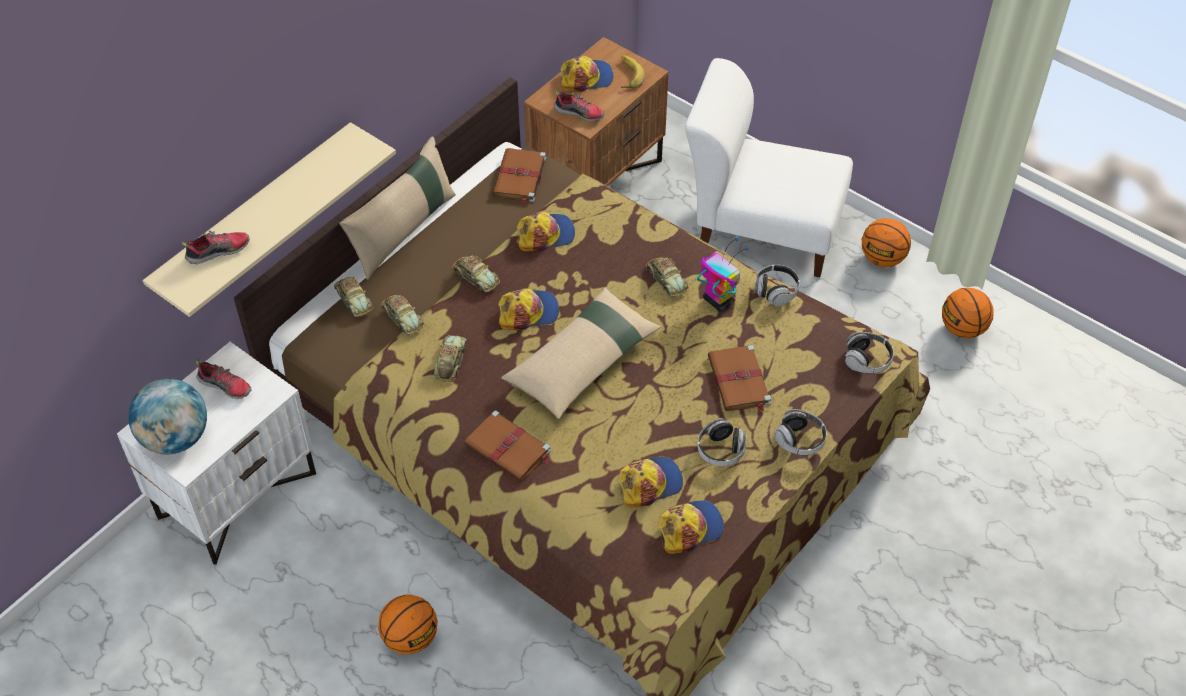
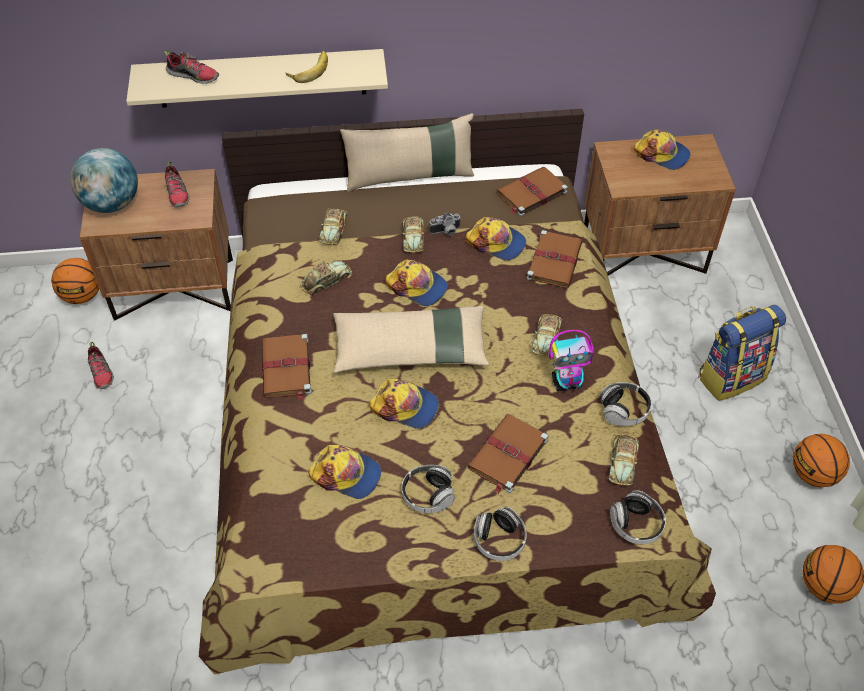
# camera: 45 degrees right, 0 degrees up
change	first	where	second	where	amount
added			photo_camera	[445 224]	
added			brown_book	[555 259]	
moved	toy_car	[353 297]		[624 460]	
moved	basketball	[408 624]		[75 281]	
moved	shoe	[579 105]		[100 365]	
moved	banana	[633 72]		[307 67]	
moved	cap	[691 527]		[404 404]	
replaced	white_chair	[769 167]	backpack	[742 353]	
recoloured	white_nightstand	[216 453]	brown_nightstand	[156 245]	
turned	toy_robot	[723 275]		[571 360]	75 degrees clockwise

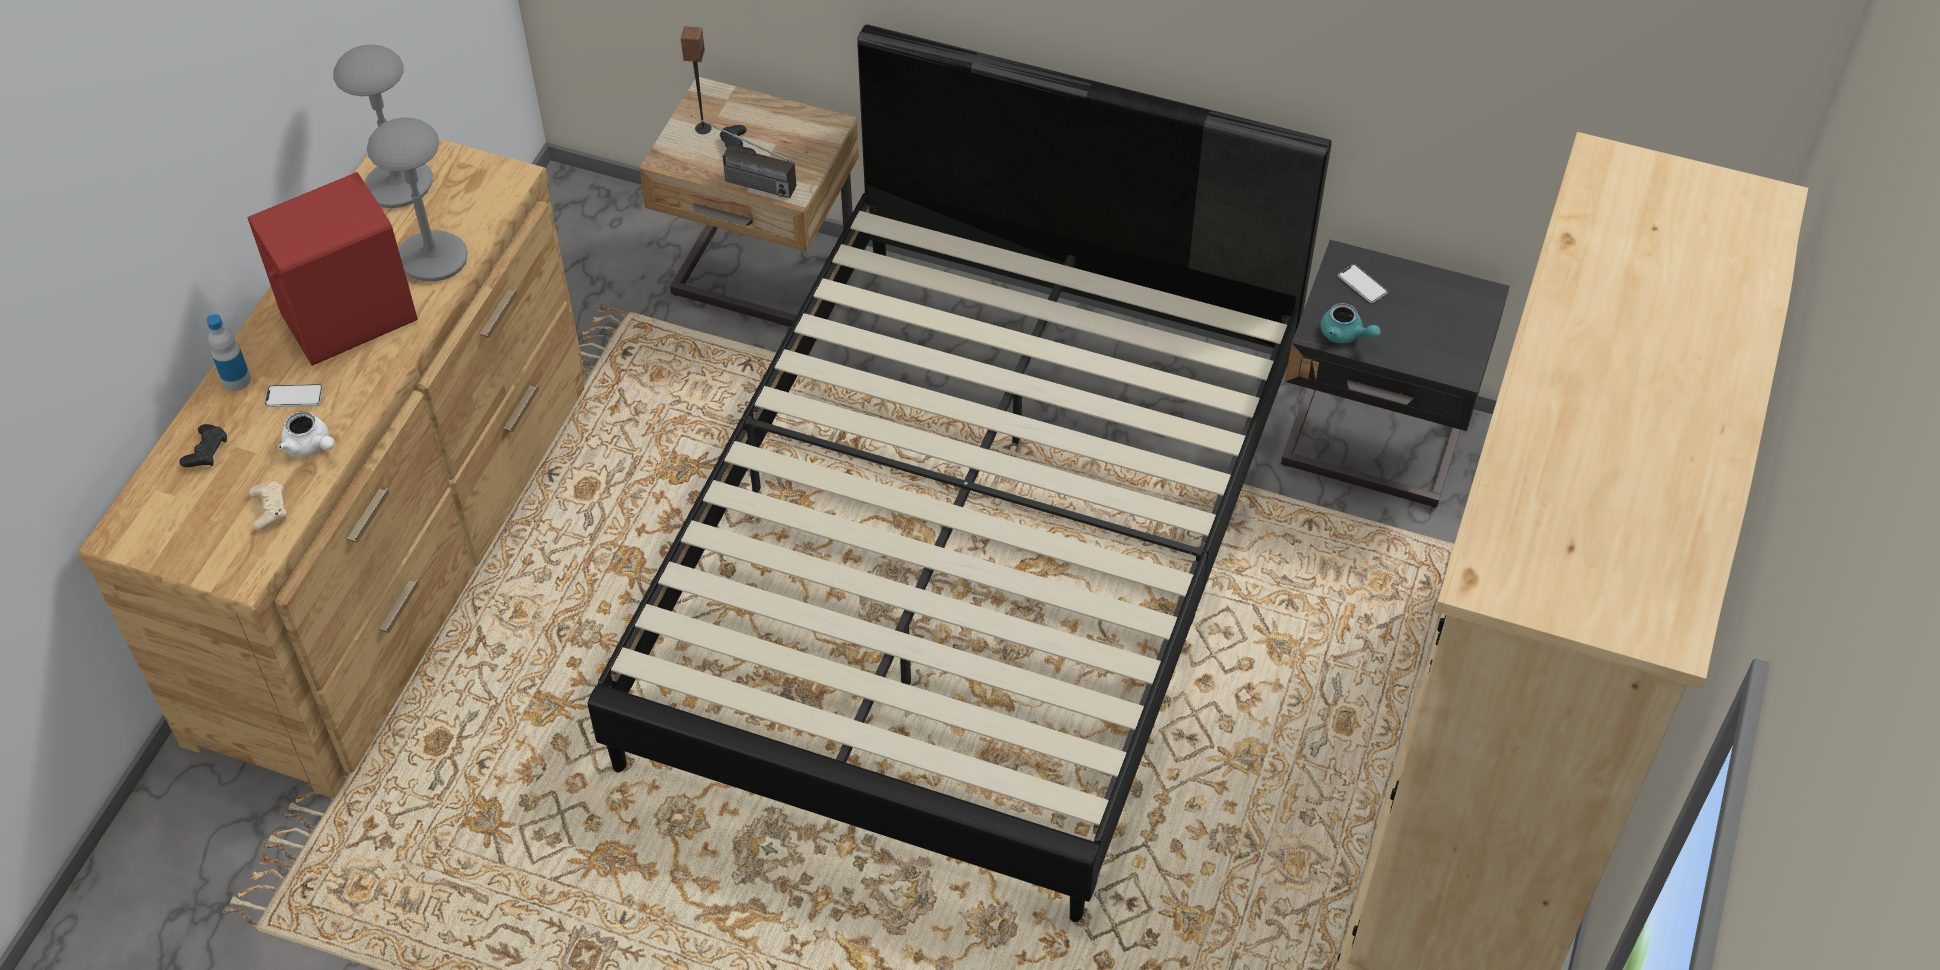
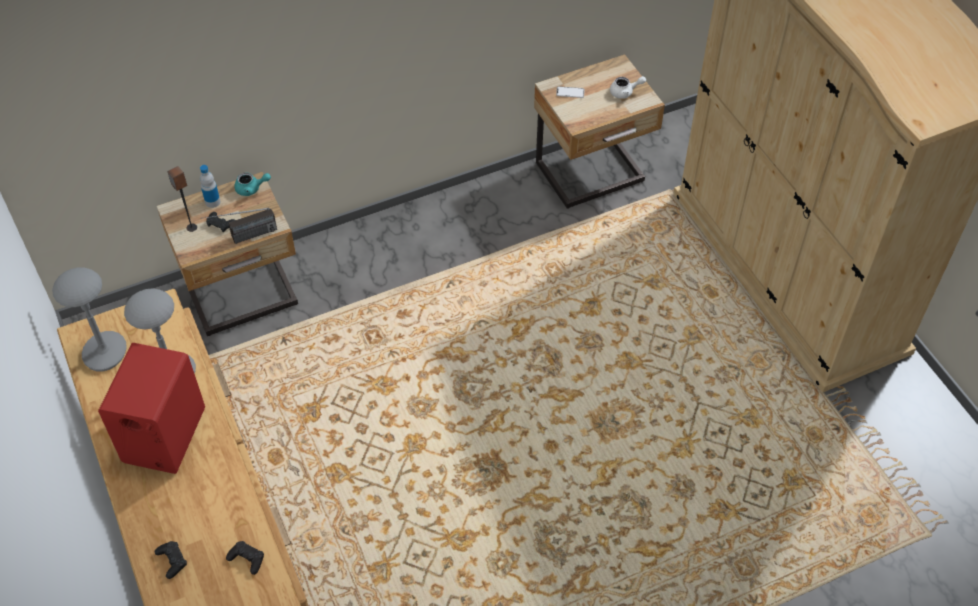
# camera: 45 degrees left, 0 degrees up
change	first	where	second	where	amount
removed	phone	[294 395]			
removed	black_bed	[960 473]			
moved	bottle	[229 352]		[210 186]	
moved	white_teapot	[306 433]		[628 87]	
moved	turquoise_teapot	[1350 323]		[252 184]	
recoloured	beige_game_controller	[268 506]	black_game_controller	[245 558]	
recoloured	black_nightstand	[1395 374]	beige_nightstand	[599 131]	

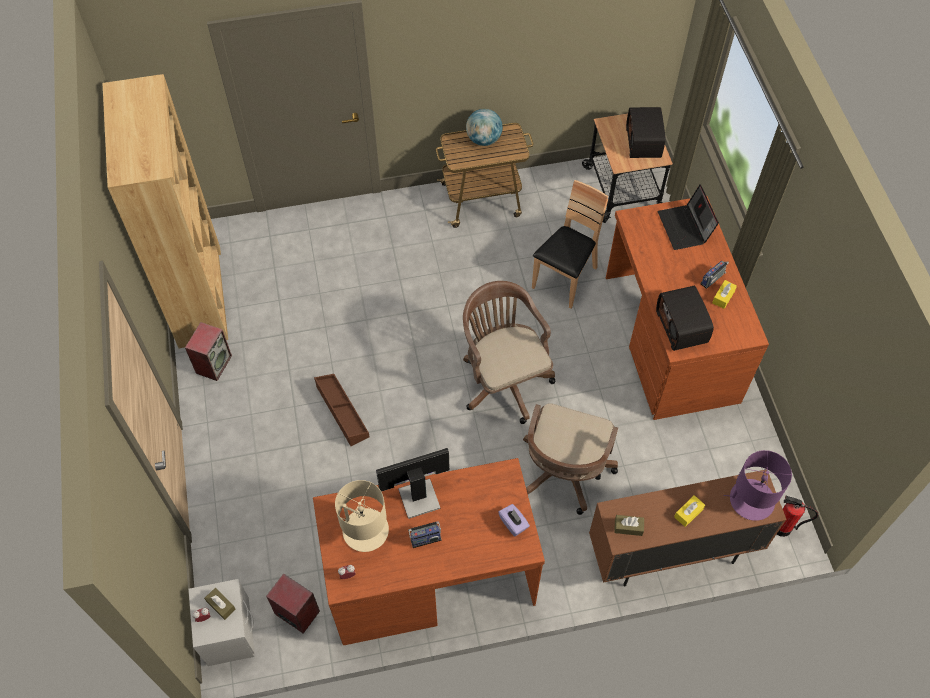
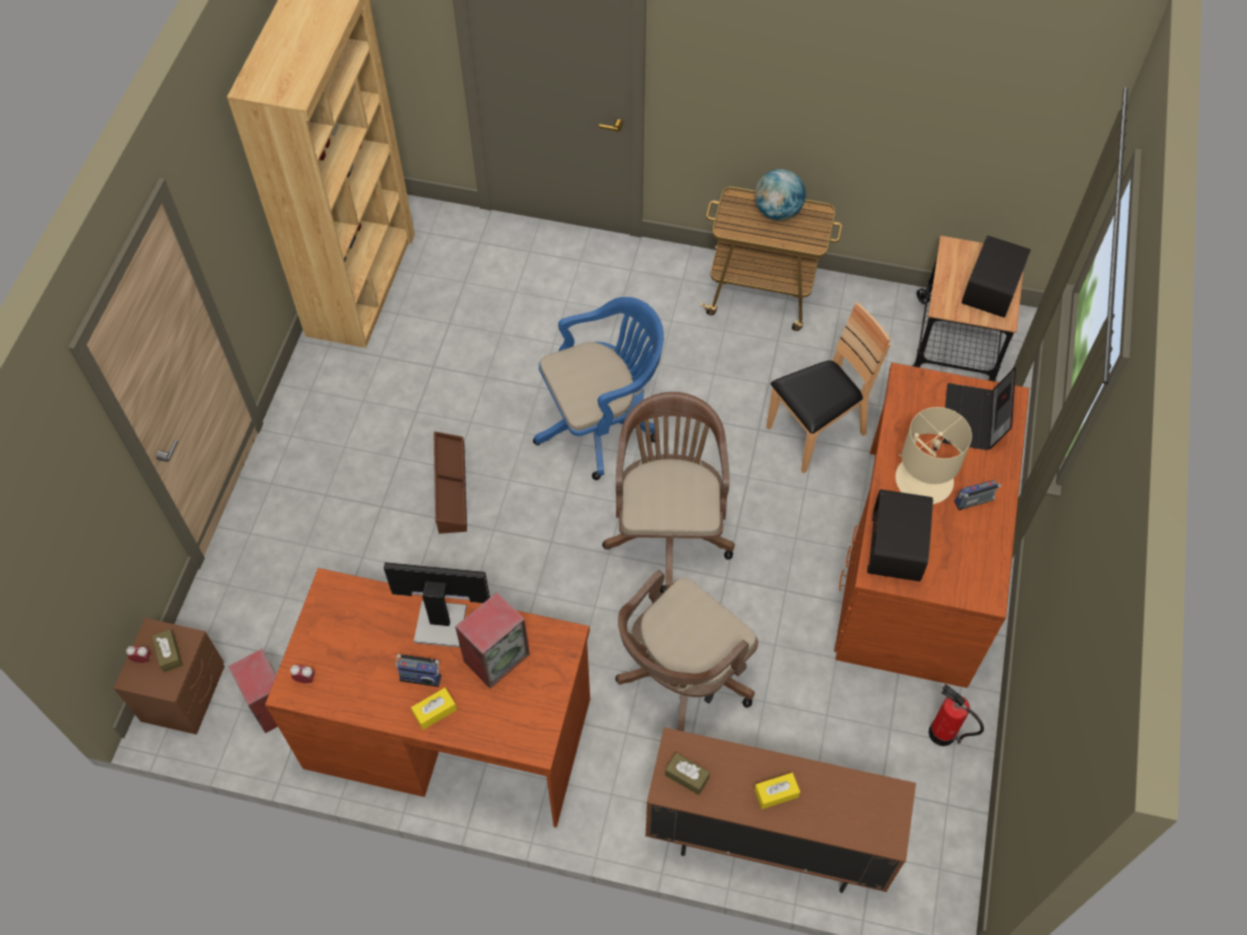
# camera: 25 degrees right, 0 degrees up
change	first	where	second	where	amount
removed	purple_tissue_box	[514 520]			
removed	purple_table_lamp	[758 485]			
added			blue_office_chair	[598 388]	
moved	speaker	[208 351]		[492 640]	
moved	beige_table_lamp	[362 516]		[933 455]	
moved	yellow_tissue_box	[724 294]		[434 709]	
moved	fire_extinguisher	[797 516]		[956 715]	
recoloured	grey_nightstand	[222 622]	brown_nightstand	[169 676]	

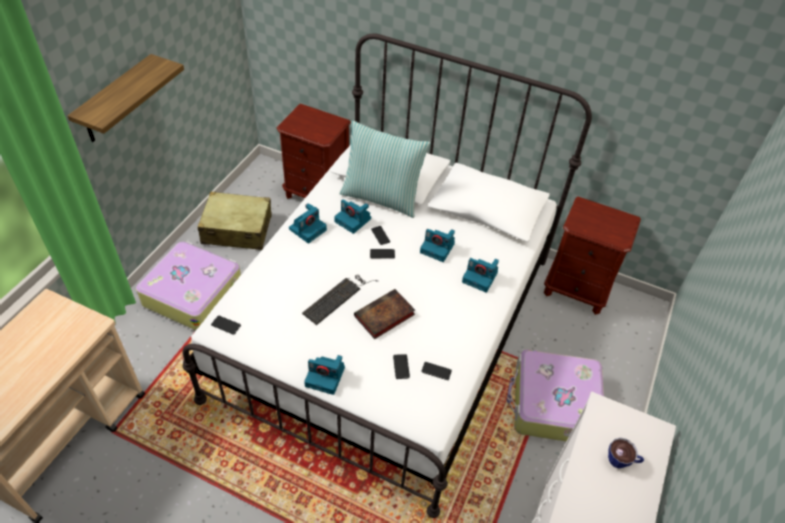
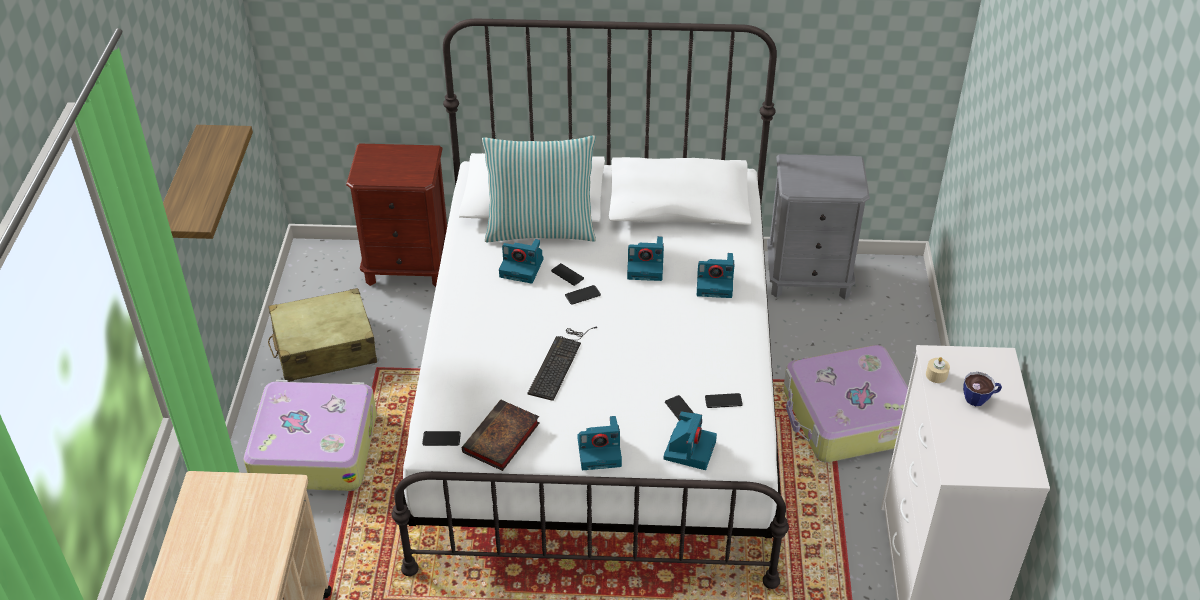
# camera: 20 degrees left, 5 degrees down
change	first	where	second	where	amount
added			beige_candle	[938 370]	
moved	photo_camera	[308 223]		[690 440]	
moved	book	[384 314]		[501 435]	
recoloured	brown_nightstand	[592 256]	grey_nightstand	[818 226]	

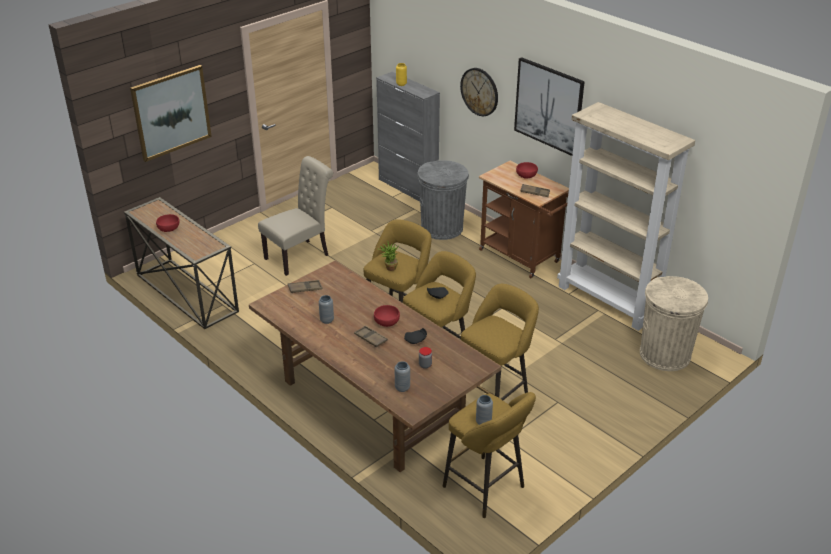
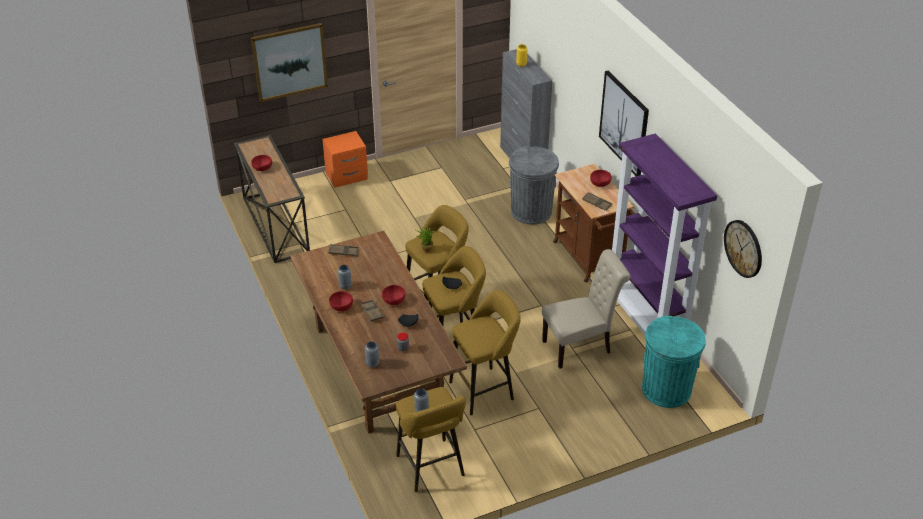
# camera: 20 degrees right, 5 degrees up
change	first	where	second	where	amount
added			orange_nightstand	[345 159]	
added			red_bowl	[341 301]	
moved	beige_chair	[295 216]		[586 309]	
moved	wall_clock	[479 92]		[743 249]	
recoloured	beige_bookcase	[626 216]	purple_bookcase	[664 234]	
recoloured	beige_trash_can	[674 323]	turquoise_trash_can	[674 362]	

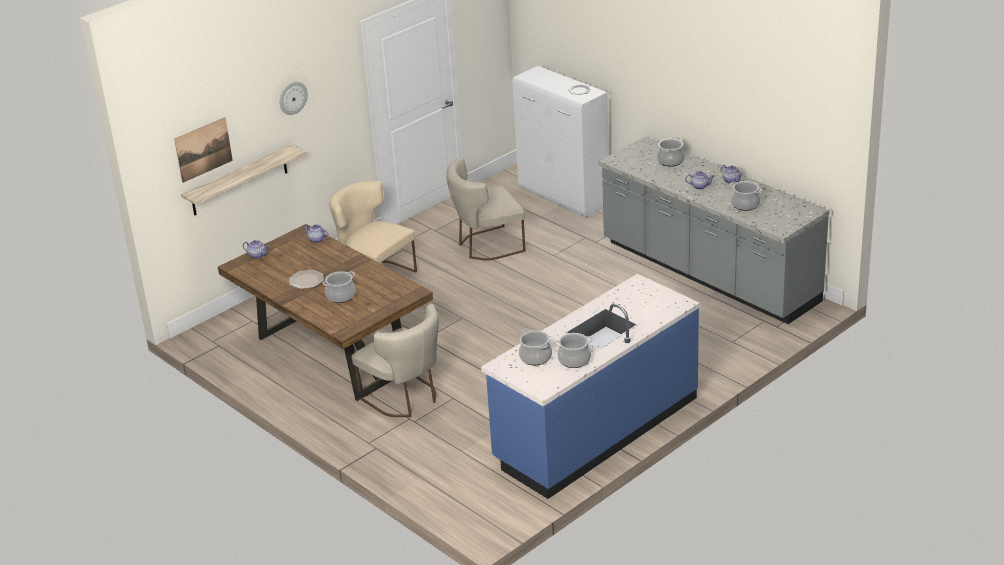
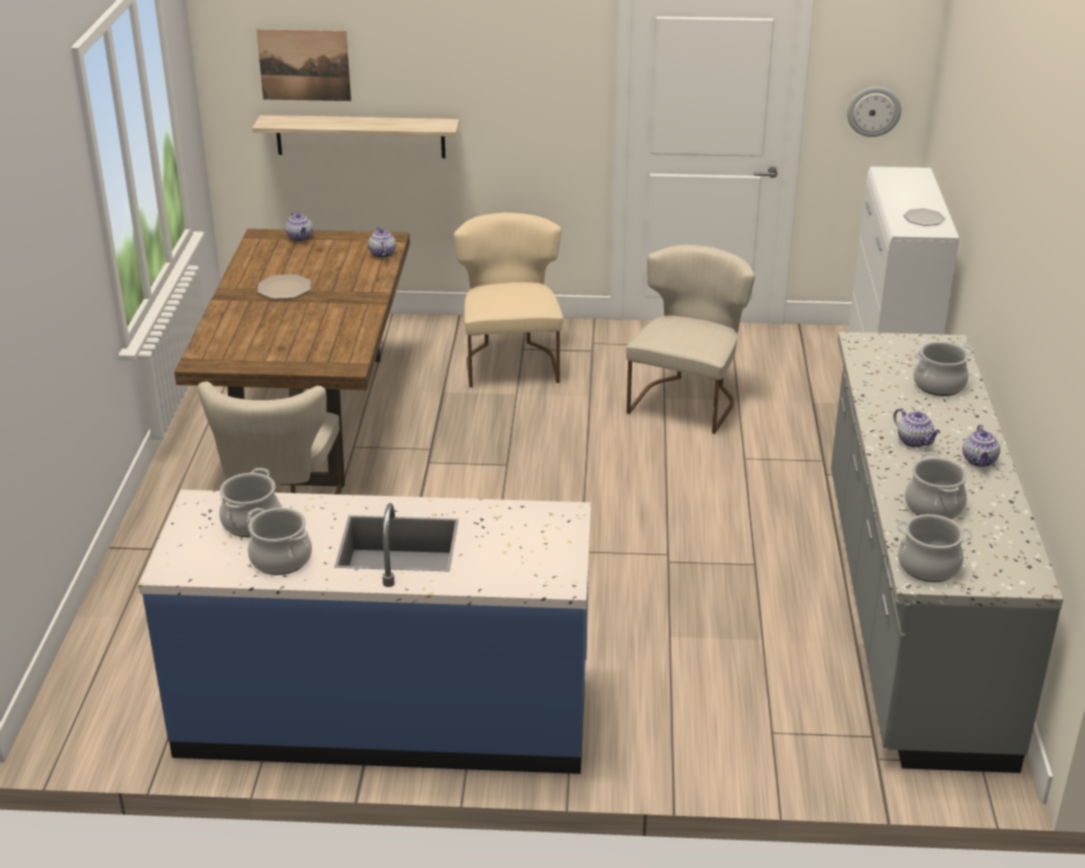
# camera: 45 degrees right, 0 degrees up
change	first	where	second	where	amount
moved	wall_clock	[294 98]		[874 112]	
moved	cooking_pot	[339 287]		[935 548]	
turned	beige_chair	[486 209]		[690 339]	90 degrees clockwise

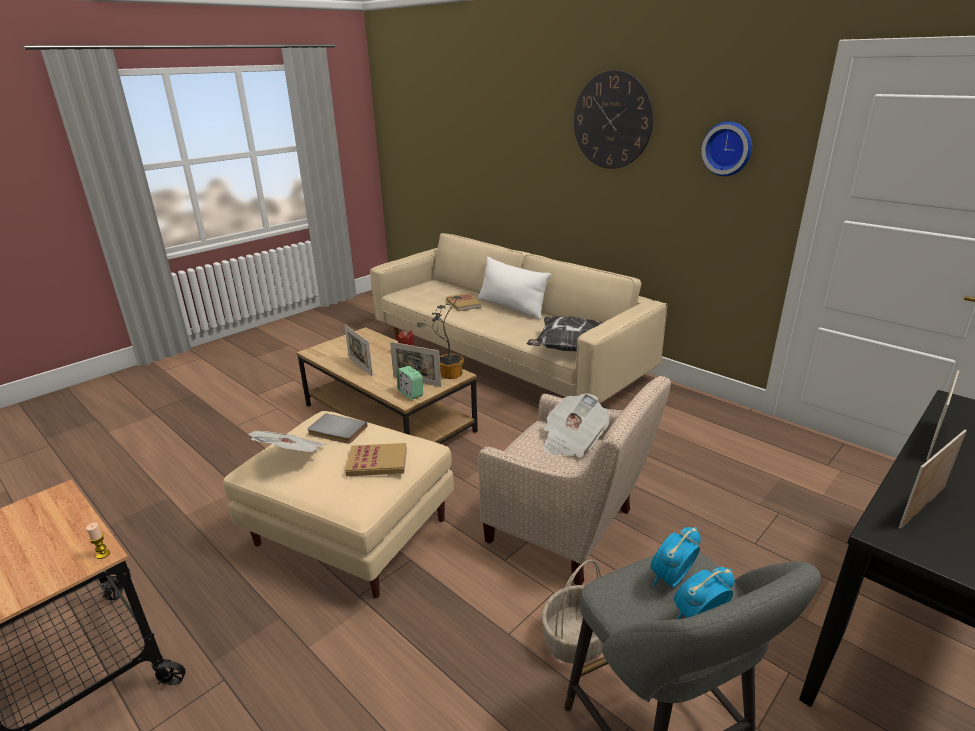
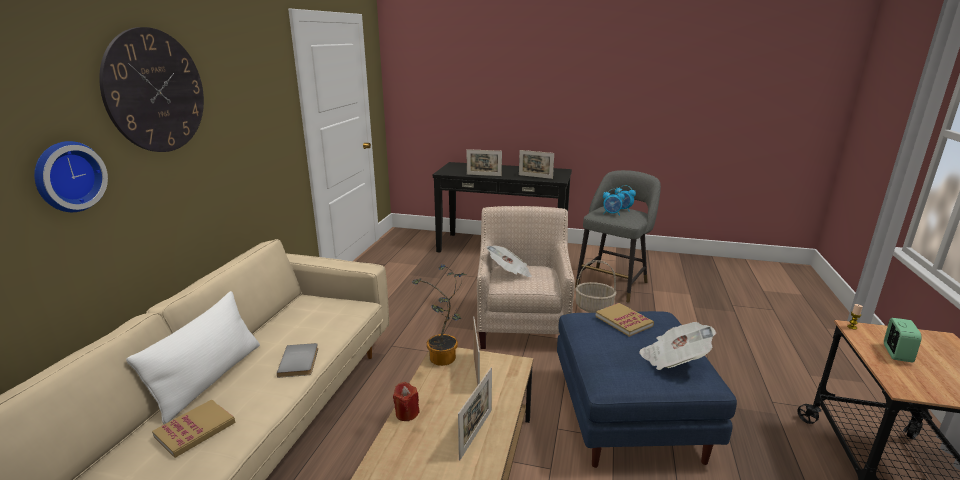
# camera: 120 degrees left, 5 degrees down
change	first	where	second	where	amount
removed	pillow	[565 333]			
moved	grey_book	[337 428]		[297 360]	
moved	alarm_clock	[410 383]		[903 340]	
moved	wall_clock	[726 148]		[71 176]	
recoloured	beige_ottoman	[338 504]	blue_ottoman	[647 389]	

